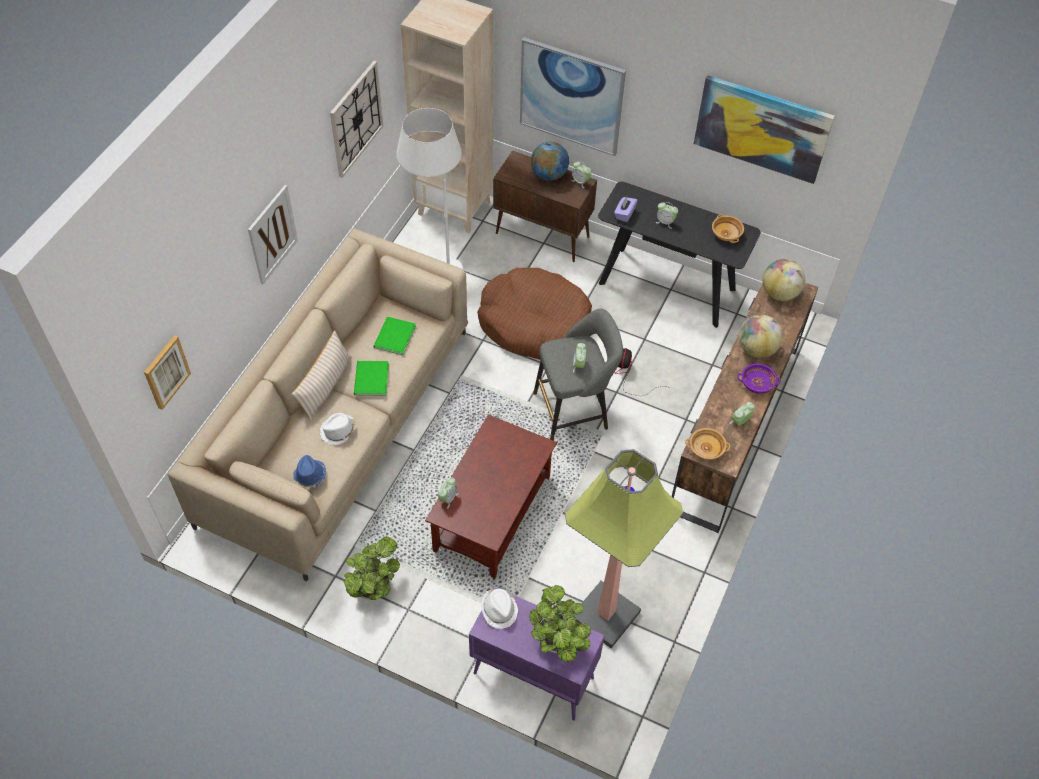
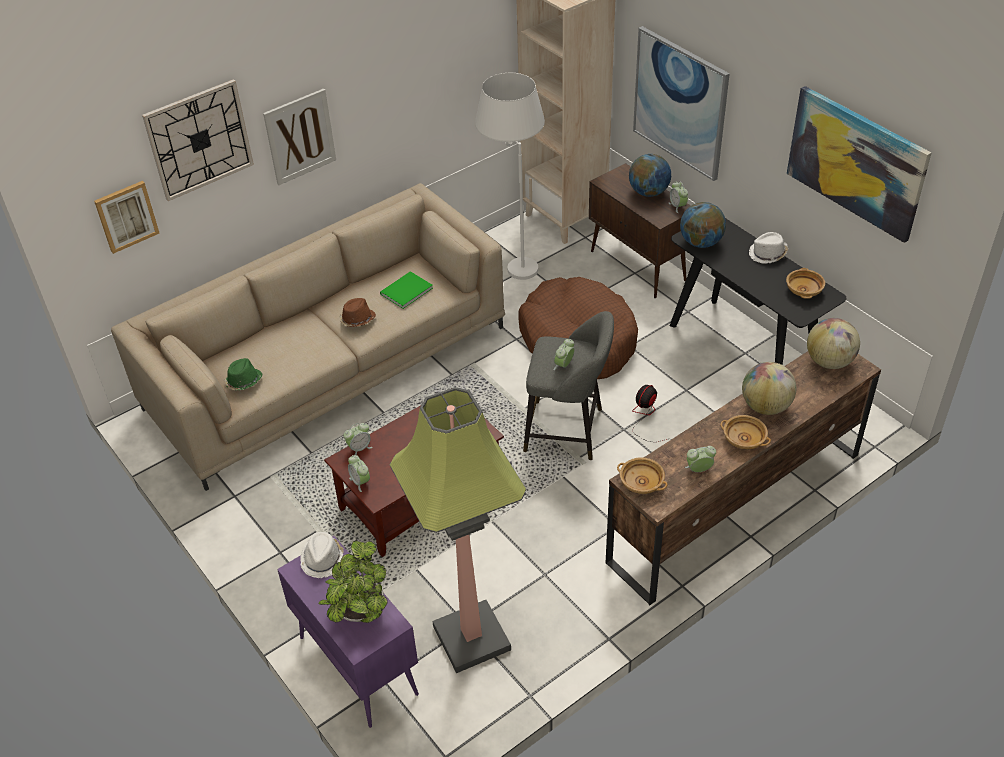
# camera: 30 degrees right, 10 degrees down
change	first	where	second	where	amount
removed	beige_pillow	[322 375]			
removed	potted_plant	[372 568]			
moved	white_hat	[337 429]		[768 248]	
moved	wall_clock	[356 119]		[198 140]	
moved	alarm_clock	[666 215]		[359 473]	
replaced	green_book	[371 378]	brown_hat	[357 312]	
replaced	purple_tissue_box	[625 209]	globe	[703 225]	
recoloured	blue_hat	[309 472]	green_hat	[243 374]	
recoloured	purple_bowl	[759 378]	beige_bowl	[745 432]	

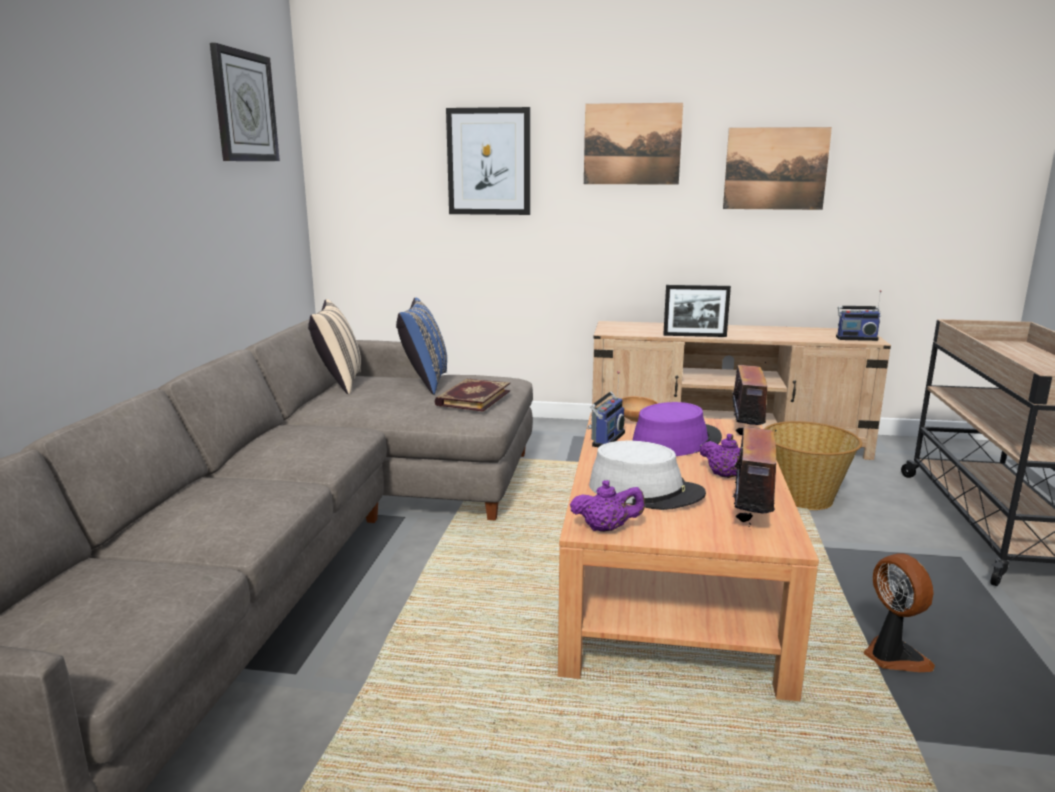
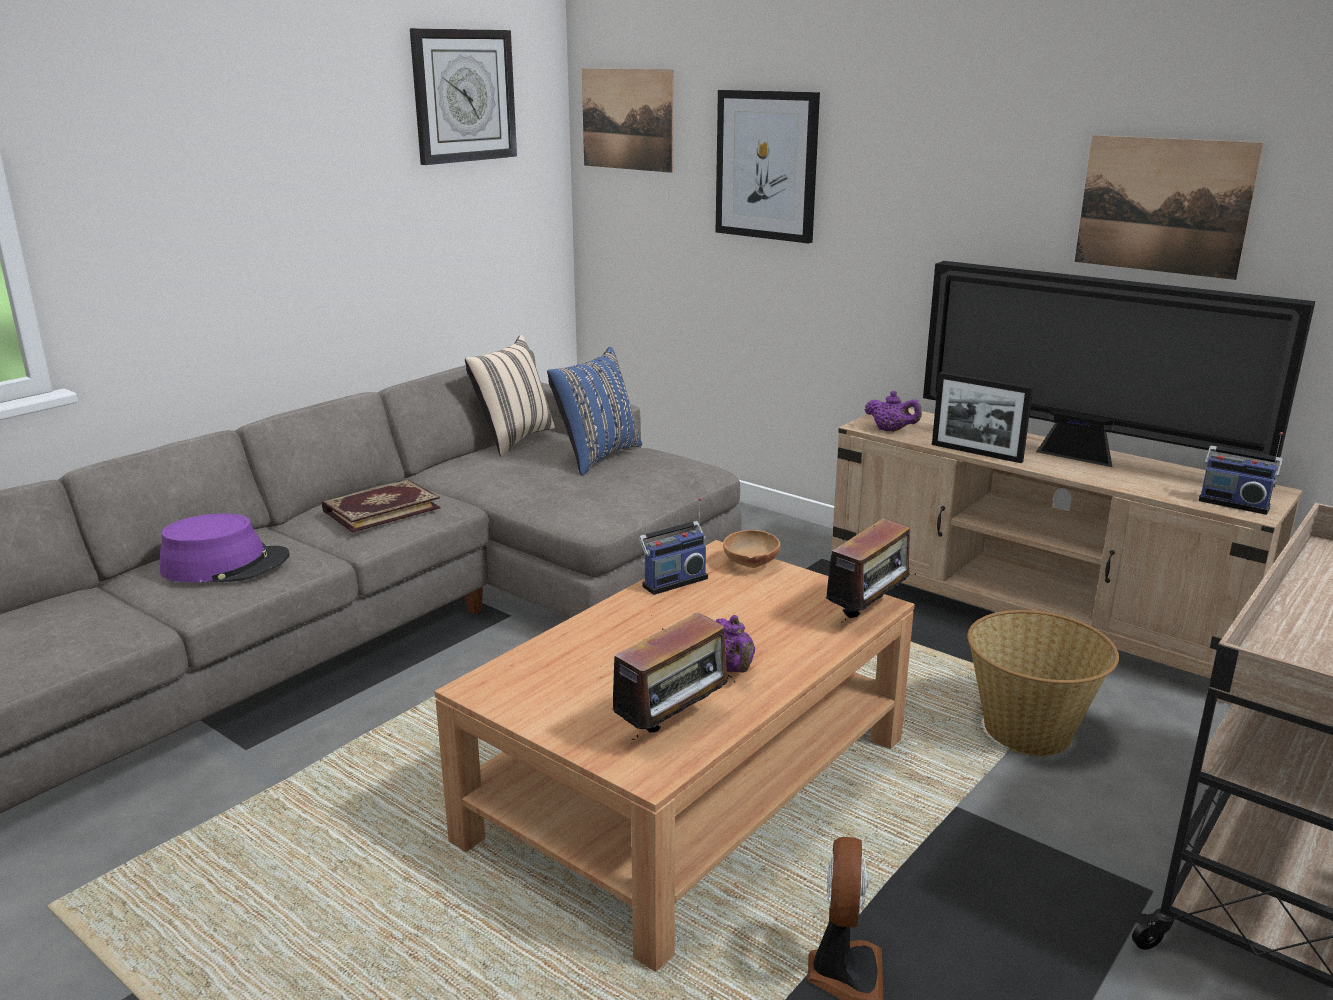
# camera: 30 degrees right, 5 degrees up
change	first	where	second	where	amount
removed	grey_hat	[647 475]			
added			television	[1119 364]	
moved	book	[472 395]		[381 506]	
moved	purple_teapot	[607 506]		[893 411]	
moved	picture	[633 144]		[627 121]	
moved	purple_hat	[677 429]		[225 548]	

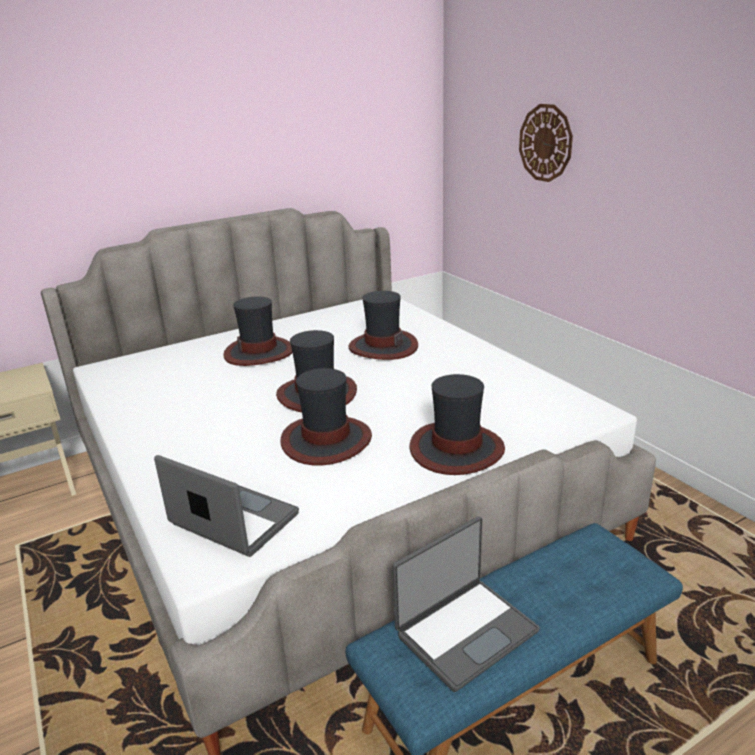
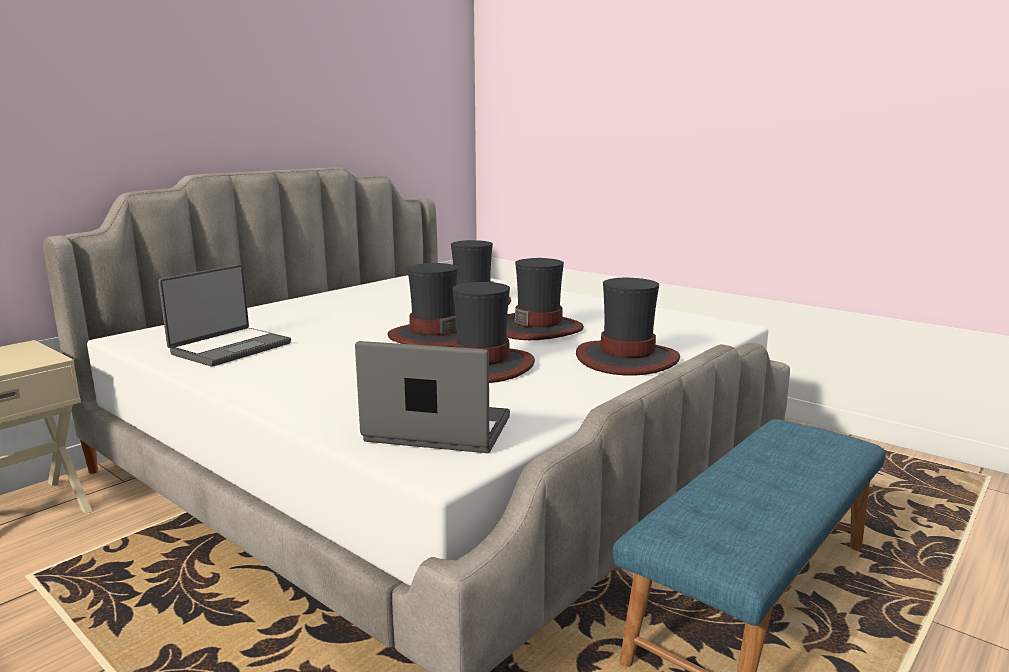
# camera: 20 degrees left, 10 degrees down
change	first	where	second	where	amount
removed	wall_clock	[546 143]			
moved	hat	[257 331]		[545 299]	
moved	laptop	[466 604]		[224 316]	

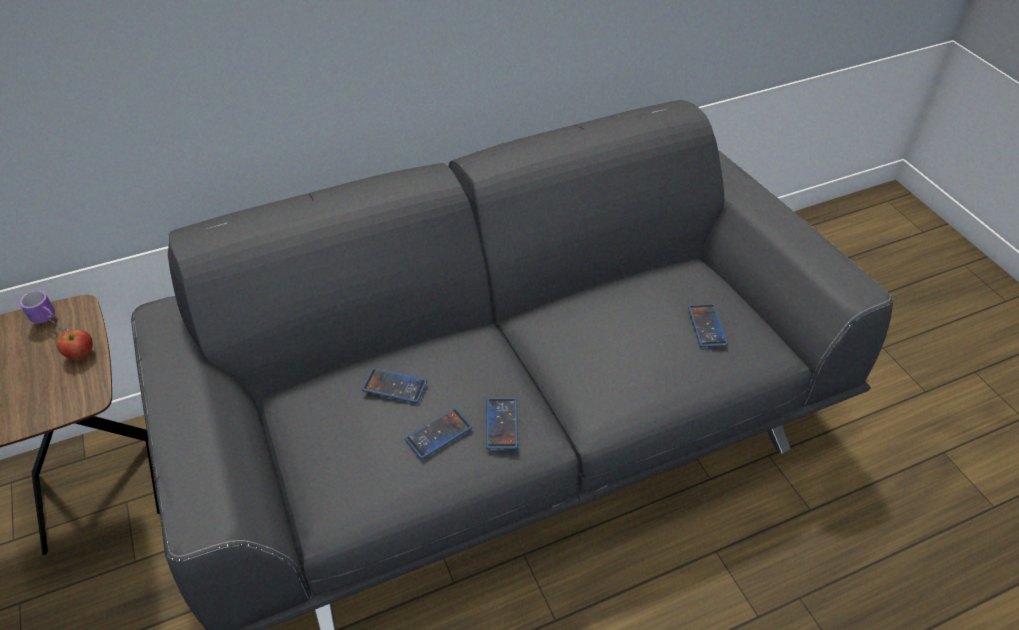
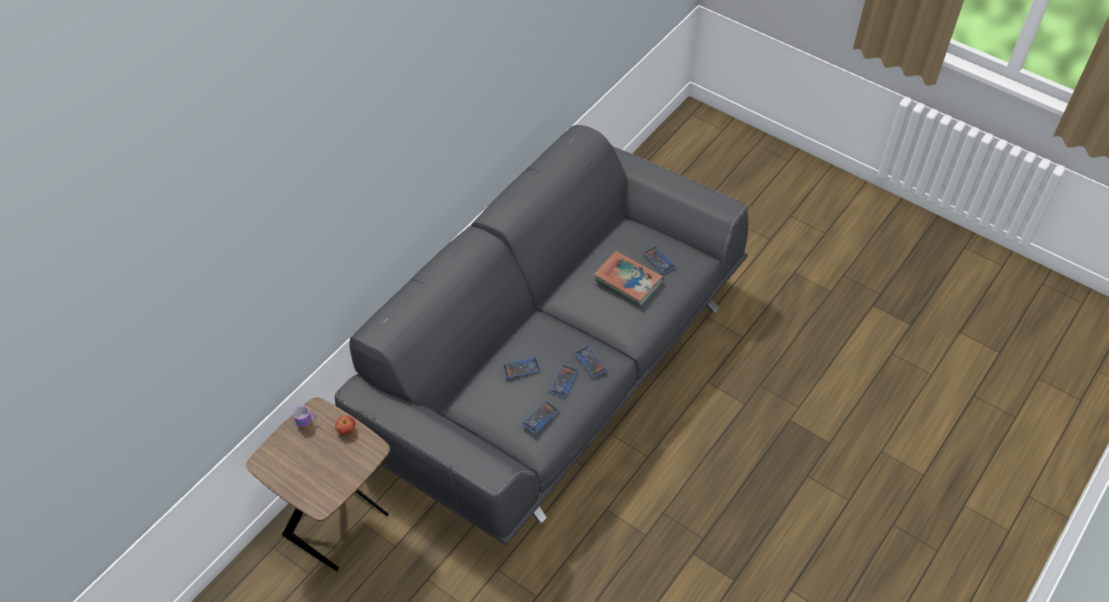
# camera: 30 degrees left, 5 degrees up
change	first	where	second	where	amount
added			phone	[541 417]	
added			book	[629 279]	

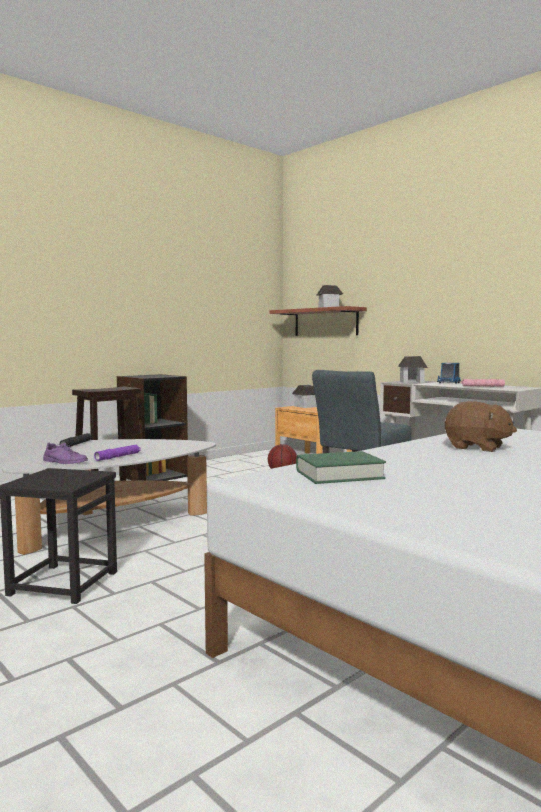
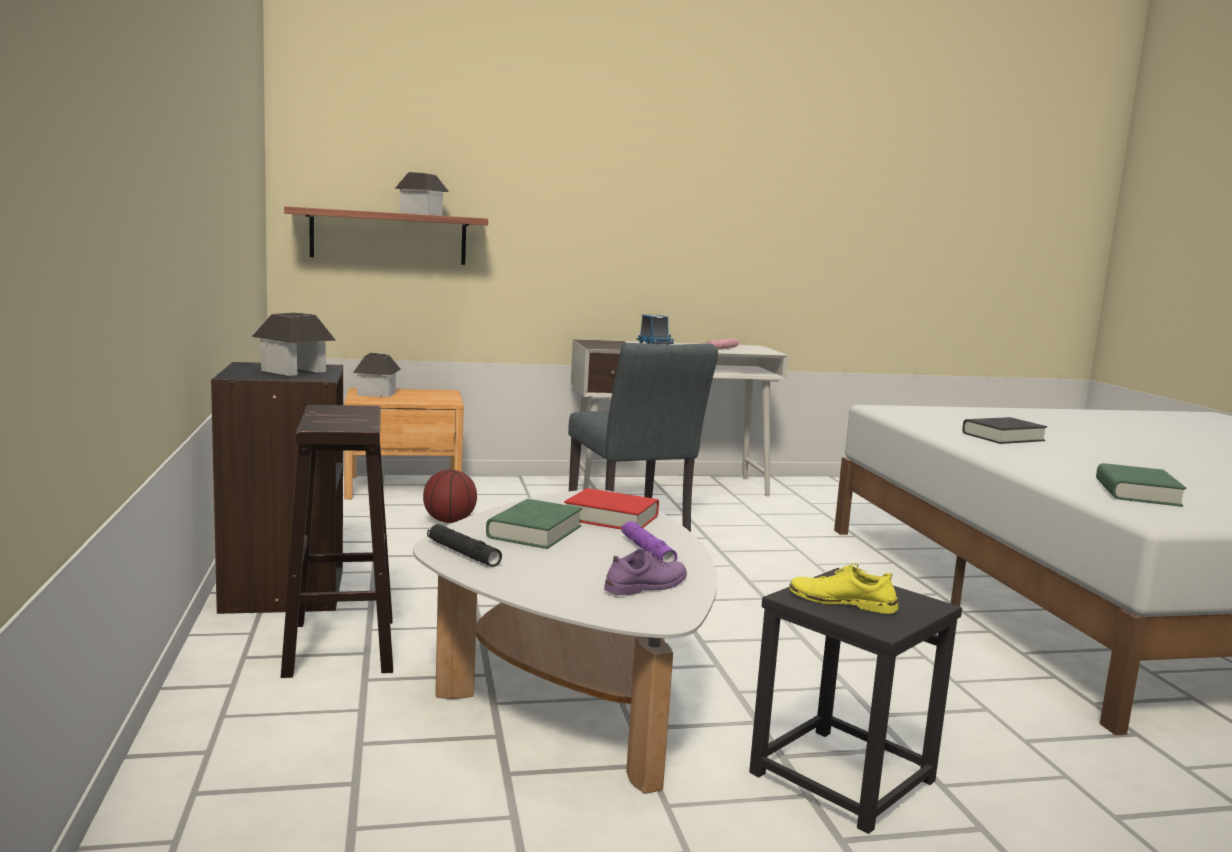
# camera: 60 degrees left, 5 degrees up
change	first	where	second	where	amount
added			green_book	[534 524]	
added			red_book	[611 509]	
added			yellow_shoe	[843 588]	
moved	toy_house	[413 369]		[294 344]	
replaced	brown_plush_toy	[481 426]	black_book	[1004 430]	

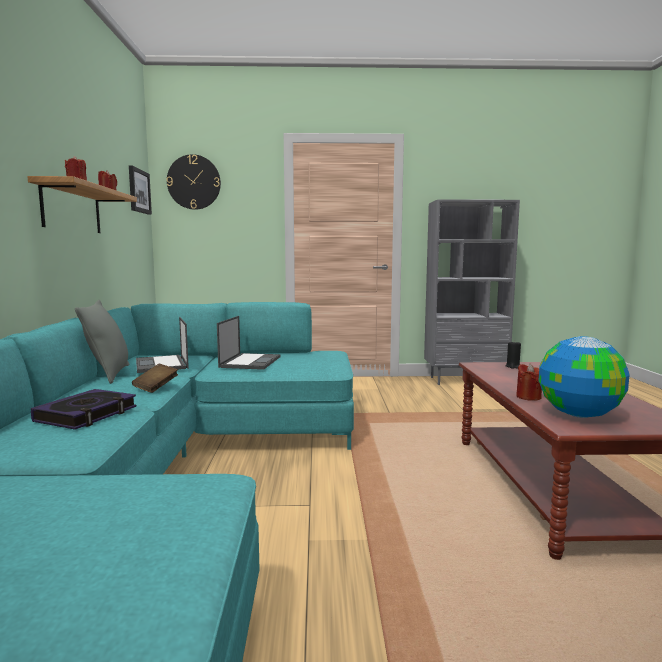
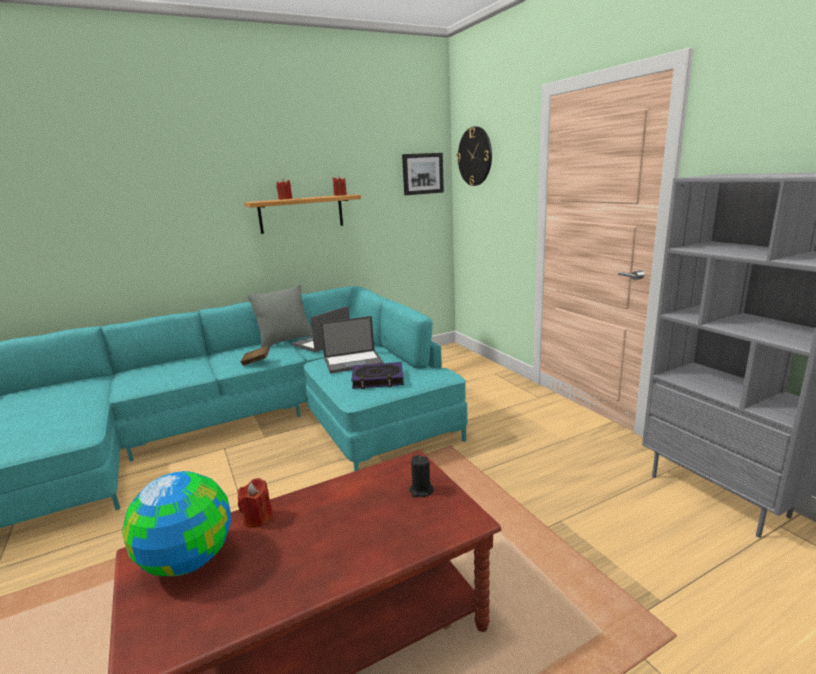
# camera: 65 degrees right, 10 degrees up
change	first	where	second	where	amount
moved	book	[83 409]		[377 375]	

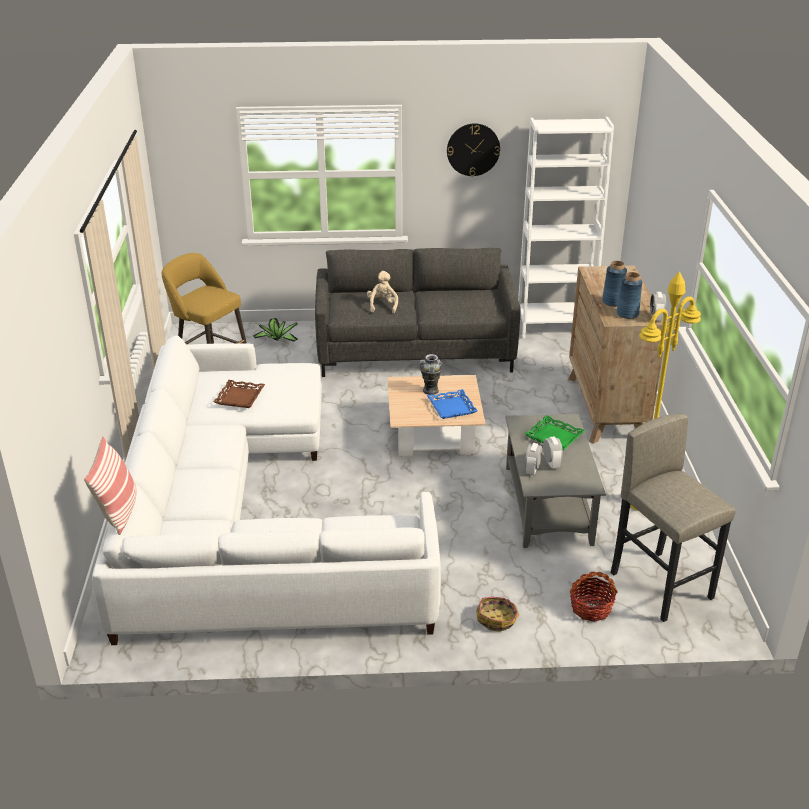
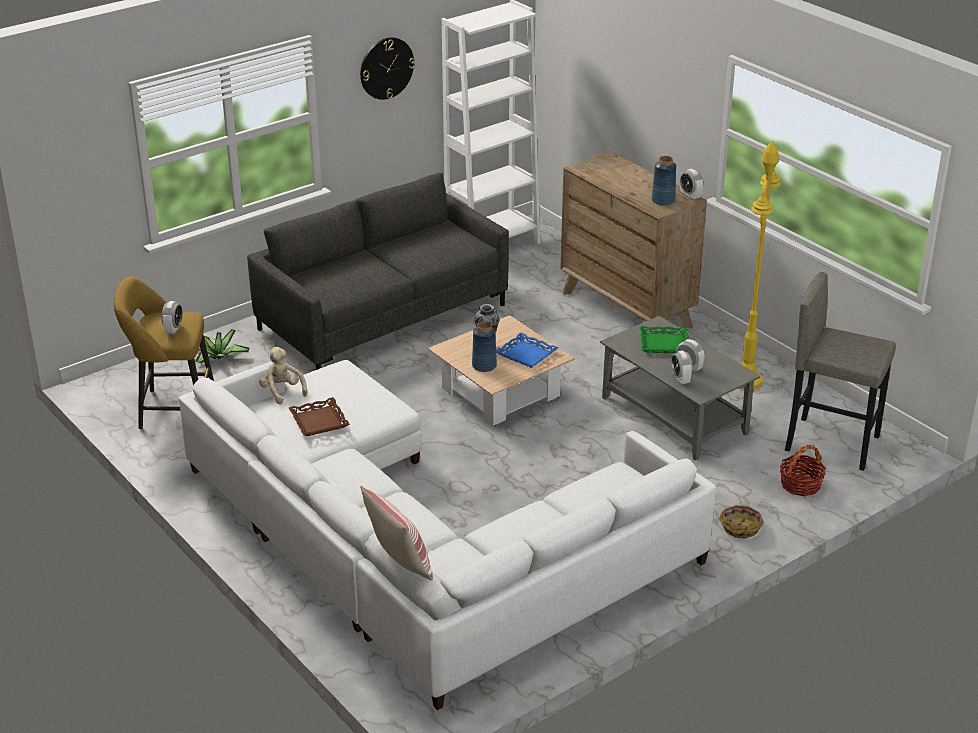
# camera: 35 degrees left, 0 degrees up
change	first	where	second	where	amount
added			alarm_clock	[172 318]	
moved	beige_plush_toy	[382 292]		[283 376]	
moved	blue_vase	[614 284]		[484 346]	

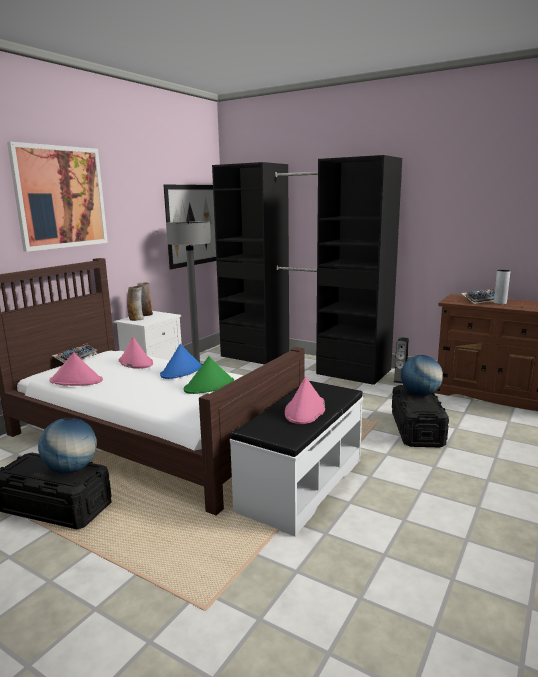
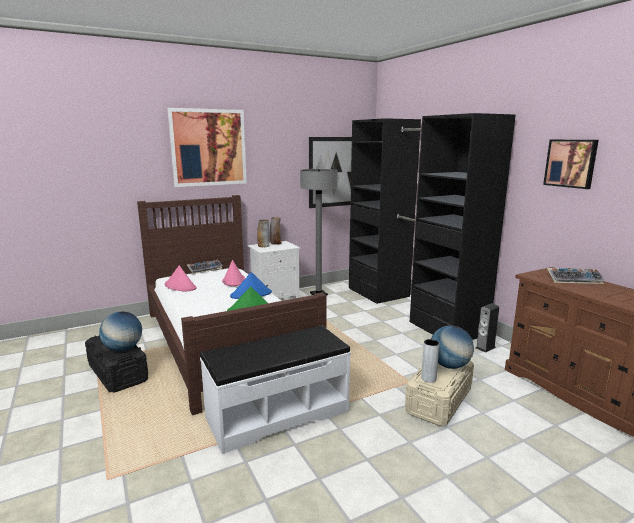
# camera: 30 degrees right, 0 degrees up
change	first	where	second	where	amount
removed	pink_hat	[305 400]			
added			picture	[571 164]	
moved	grey_vase	[502 287]		[430 361]	
recoloured	black_storage_box	[420 416]	beige_storage_box	[439 393]	

